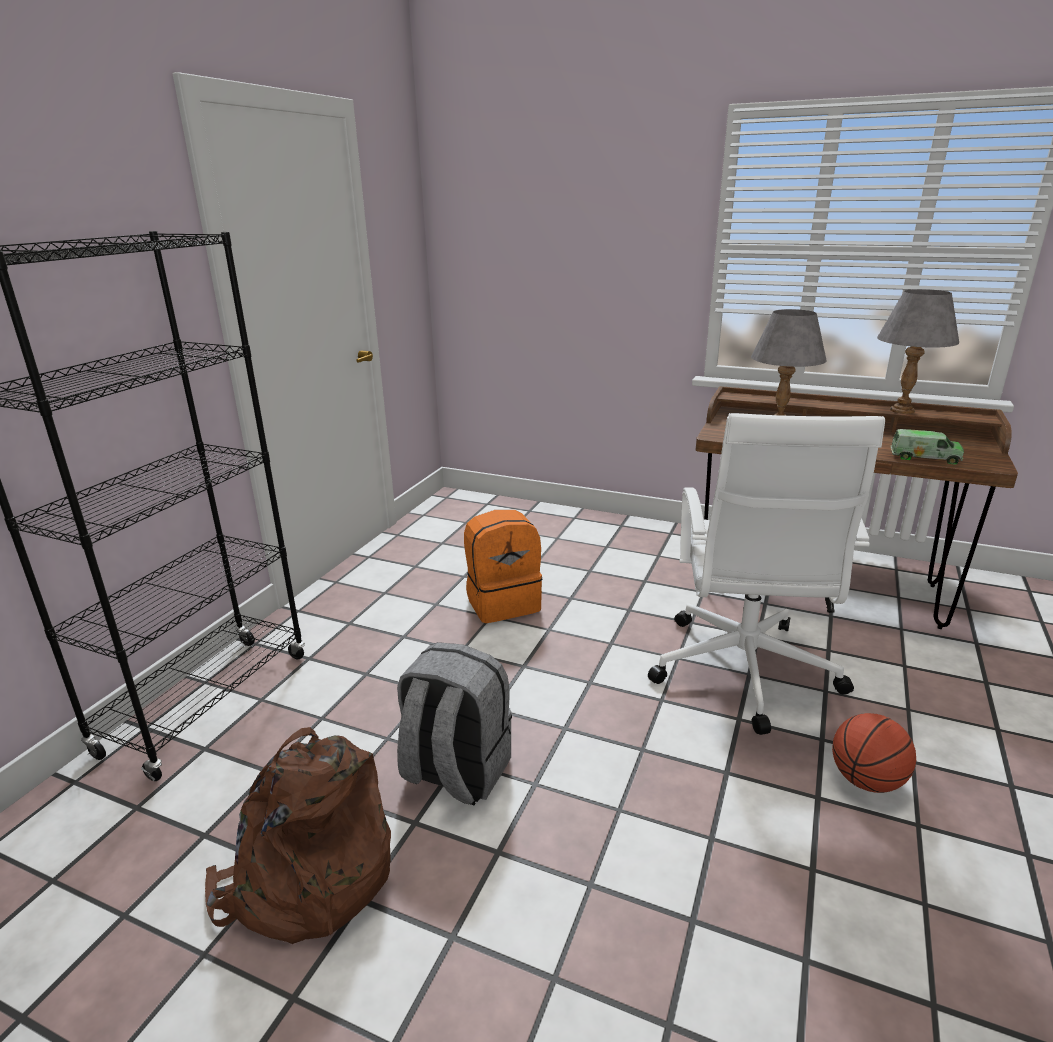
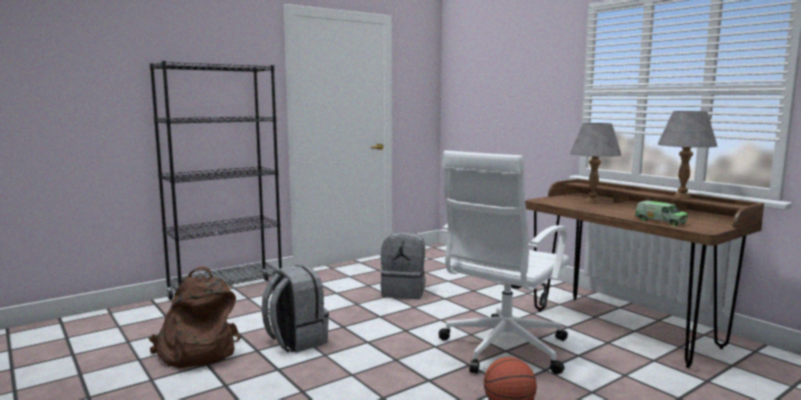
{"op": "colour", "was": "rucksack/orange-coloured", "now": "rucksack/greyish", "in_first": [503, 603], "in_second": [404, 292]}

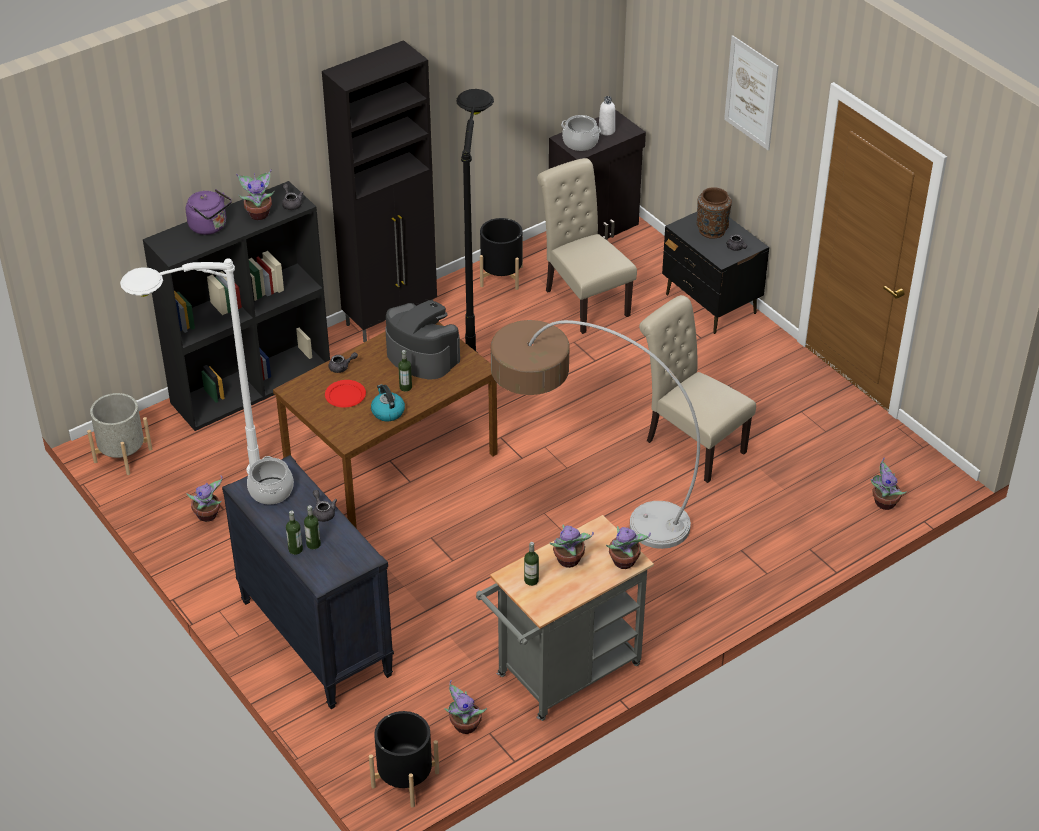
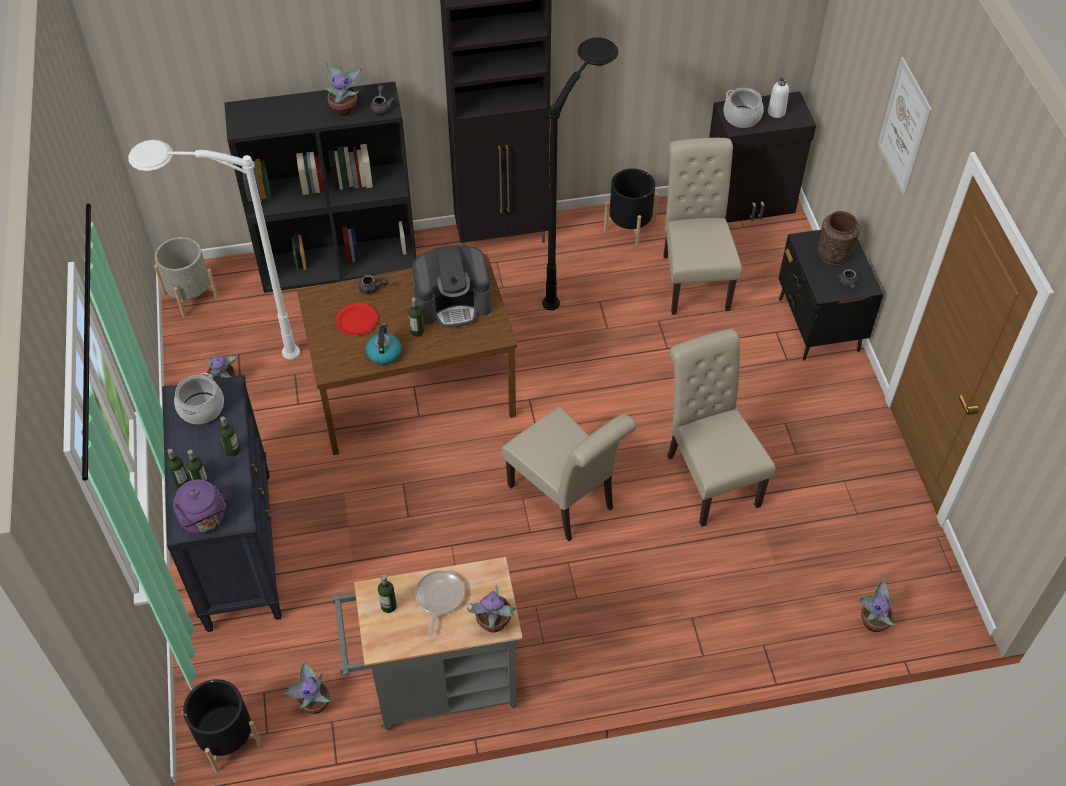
{"op": "relocated", "was": "water kettle/purplish", "in_first": [210, 227], "in_second": [205, 519]}
{"op": "spun", "was": "coffee maker", "in_first": [422, 356], "in_second": [453, 303], "clockwise": 105}
{"op": "exchanged", "was": "standing lamp", "now": "upright chair/beige", "in_first": [582, 502], "in_second": [566, 500]}
{"op": "exchanged", "was": "teapot/greyish", "now": "beverage bottle", "in_first": [323, 512], "in_second": [232, 451]}
{"op": "exchanged", "was": "houseplant", "now": "frying pan", "in_first": [569, 561], "in_second": [439, 598]}

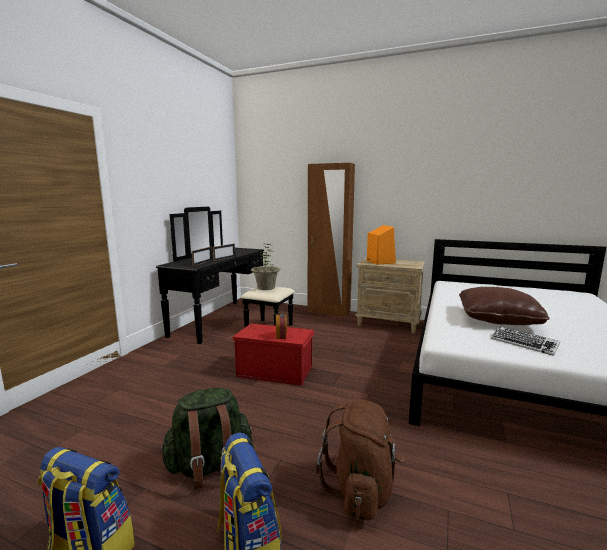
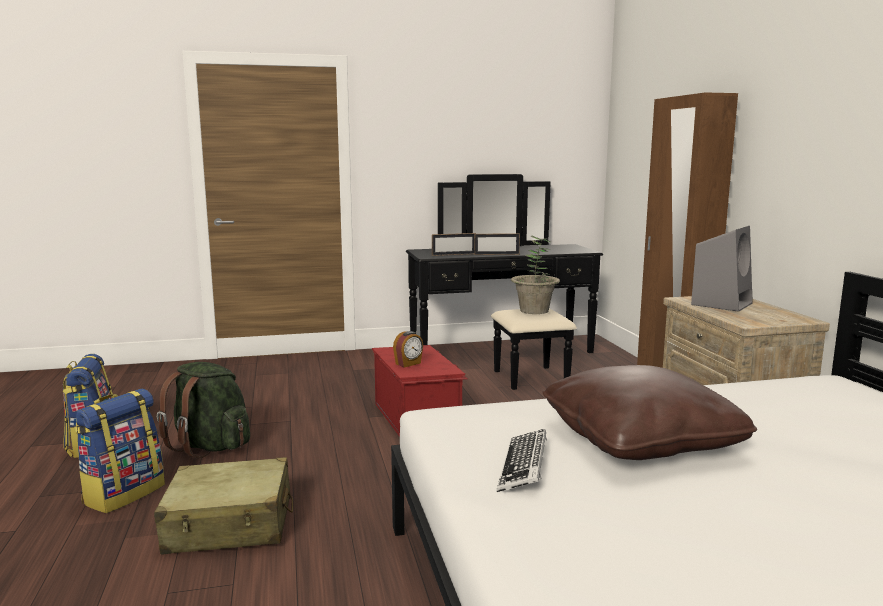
{"op": "colour", "was": "speaker/orange-coloured", "now": "speaker/greyish", "in_first": [380, 262], "in_second": [721, 303]}
{"op": "exchanged", "was": "rucksack/brown", "now": "piece of luggage/beige", "in_first": [361, 490], "in_second": [230, 525]}

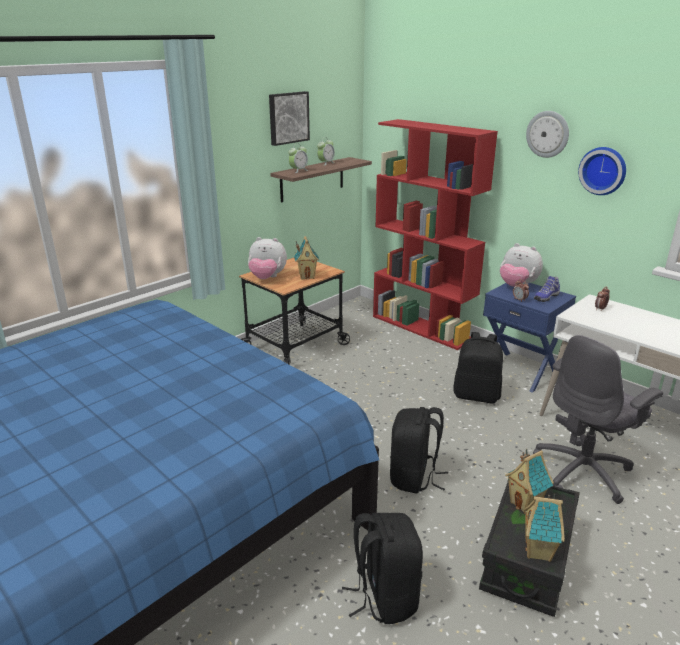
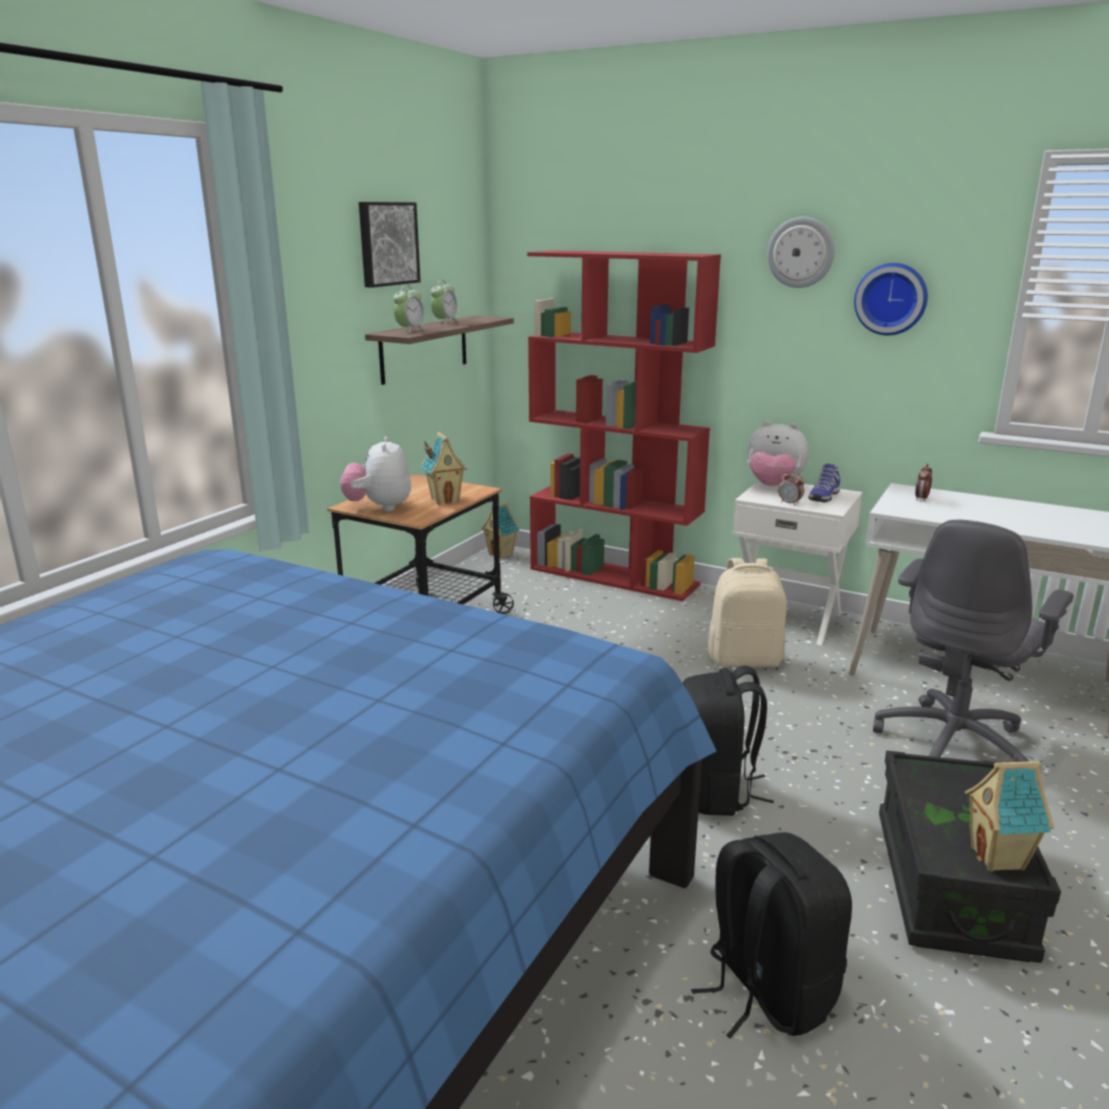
{"op": "spun", "was": "plush toy", "in_first": [267, 278], "in_second": [379, 507], "clockwise": 90}
{"op": "colour", "was": "night table/blue-coloured", "now": "night table/whitish", "in_first": [519, 371], "in_second": [787, 618]}
{"op": "colour", "was": "rucksack/black-coloured", "now": "rucksack/beige", "in_first": [476, 395], "in_second": [745, 659]}
{"op": "relocated", "was": "toy house", "in_first": [525, 504], "in_second": [501, 554]}

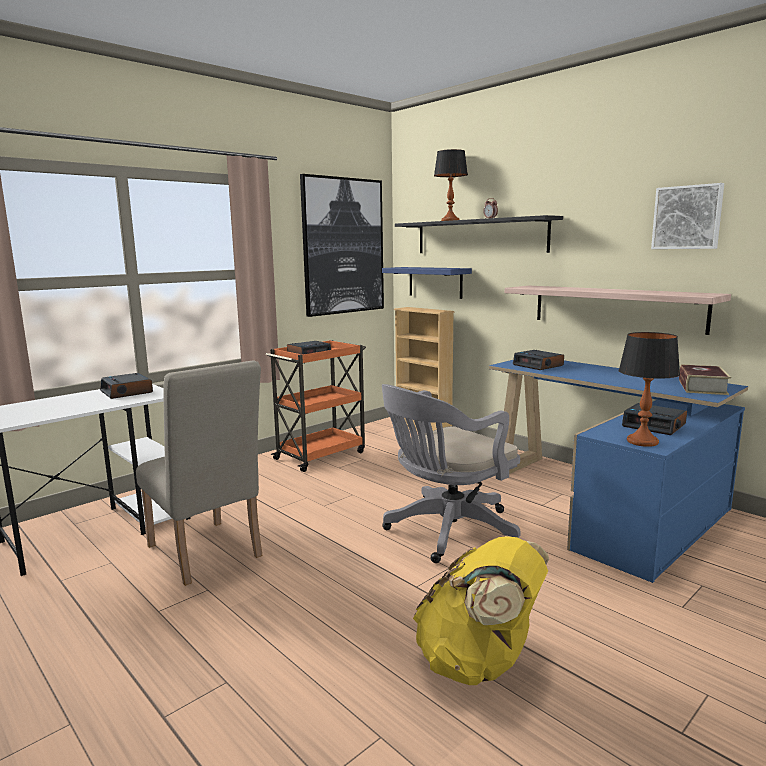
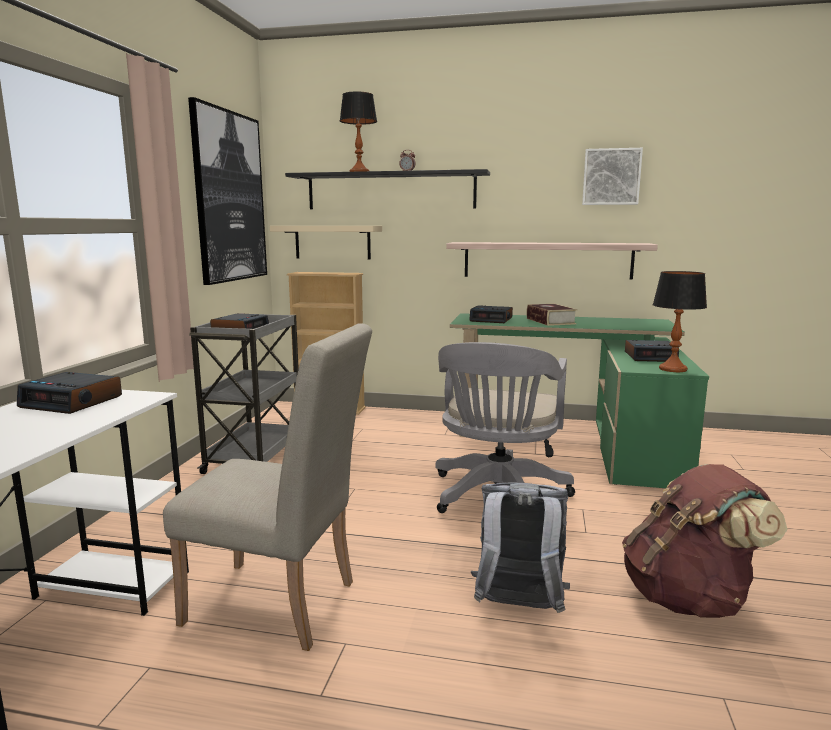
{"op": "colour", "was": "shelf/blue-coloured", "now": "shelf/beige", "in_first": [435, 282], "in_second": [332, 242]}
{"op": "colour", "was": "cart/orange-coloured", "now": "cart/greyish", "in_first": [321, 455], "in_second": [255, 457]}
{"op": "colour", "was": "desk/blue-coloured", "now": "desk/green", "in_first": [607, 504], "in_second": [578, 440]}
{"op": "relocated", "was": "volume", "in_first": [702, 387], "in_second": [550, 321]}
{"op": "colour", "was": "rucksack/yellow-coloured", "now": "rucksack/brown", "in_first": [479, 663], "in_second": [689, 598]}
{"op": "appeared", "now": "rucksack/greyish", "in_second": [518, 608]}

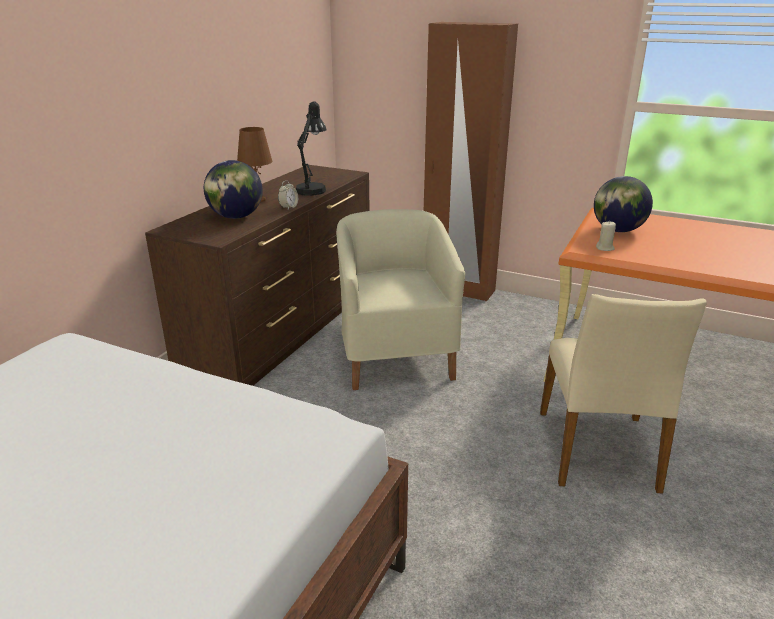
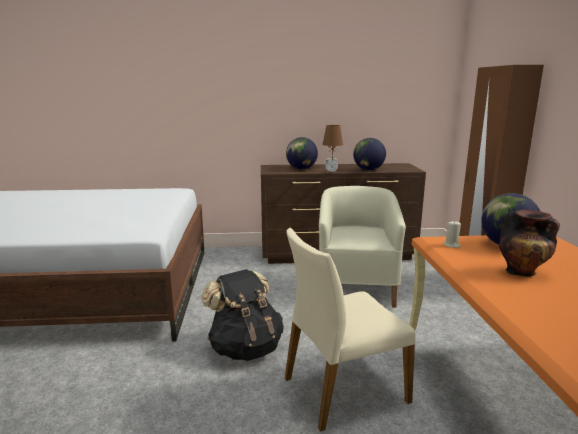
{"op": "exchanged", "was": "tabletop lamp/black-coloured", "now": "desk globe", "in_first": [312, 189], "in_second": [368, 170]}
{"op": "spun", "was": "armchair/beige", "in_first": [395, 357], "in_second": [356, 288], "clockwise": -45}
{"op": "appeared", "now": "vase", "in_second": [522, 272]}
{"op": "appeared", "now": "rucksack/black-coloured", "in_second": [245, 348]}

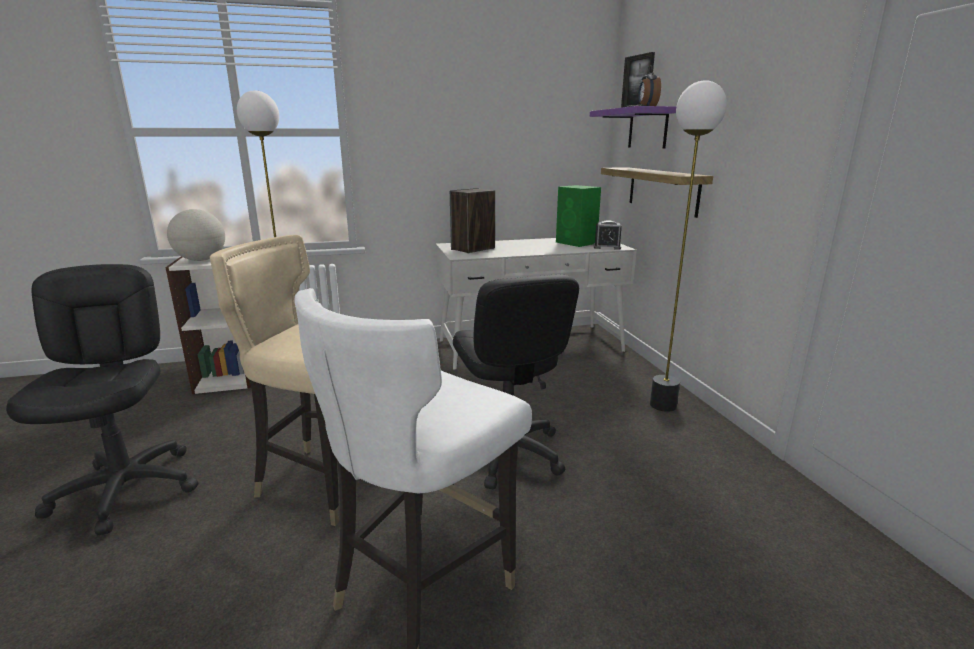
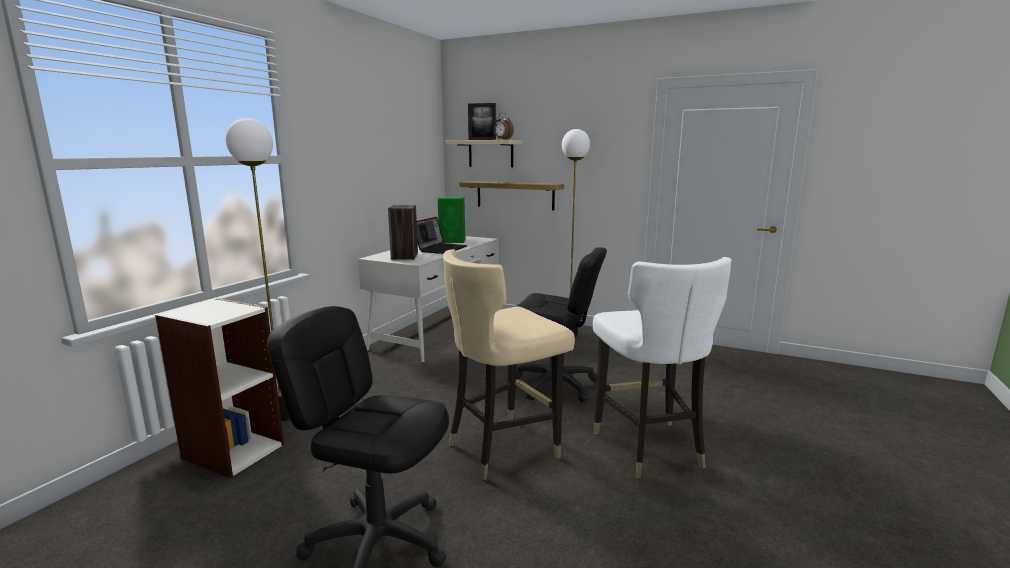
{"op": "colour", "was": "shelf/purplish", "now": "shelf/beige", "in_first": [648, 128], "in_second": [490, 153]}
{"op": "missing", "was": "desk globe", "in_first": [201, 260]}
{"op": "missing", "was": "alarm clock", "in_first": [607, 247]}
{"op": "appeared", "now": "laptop", "in_second": [441, 249]}

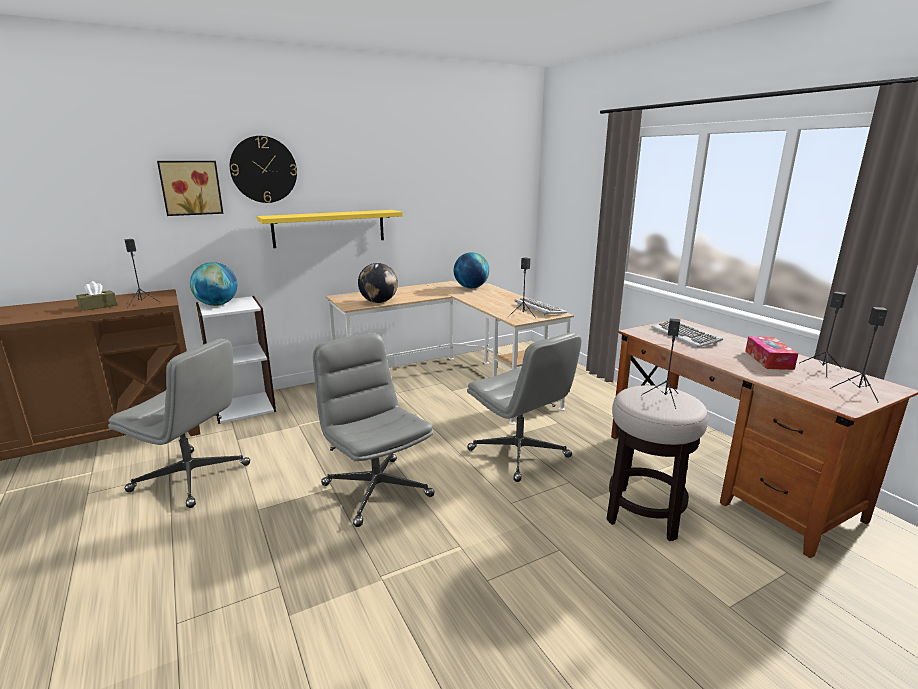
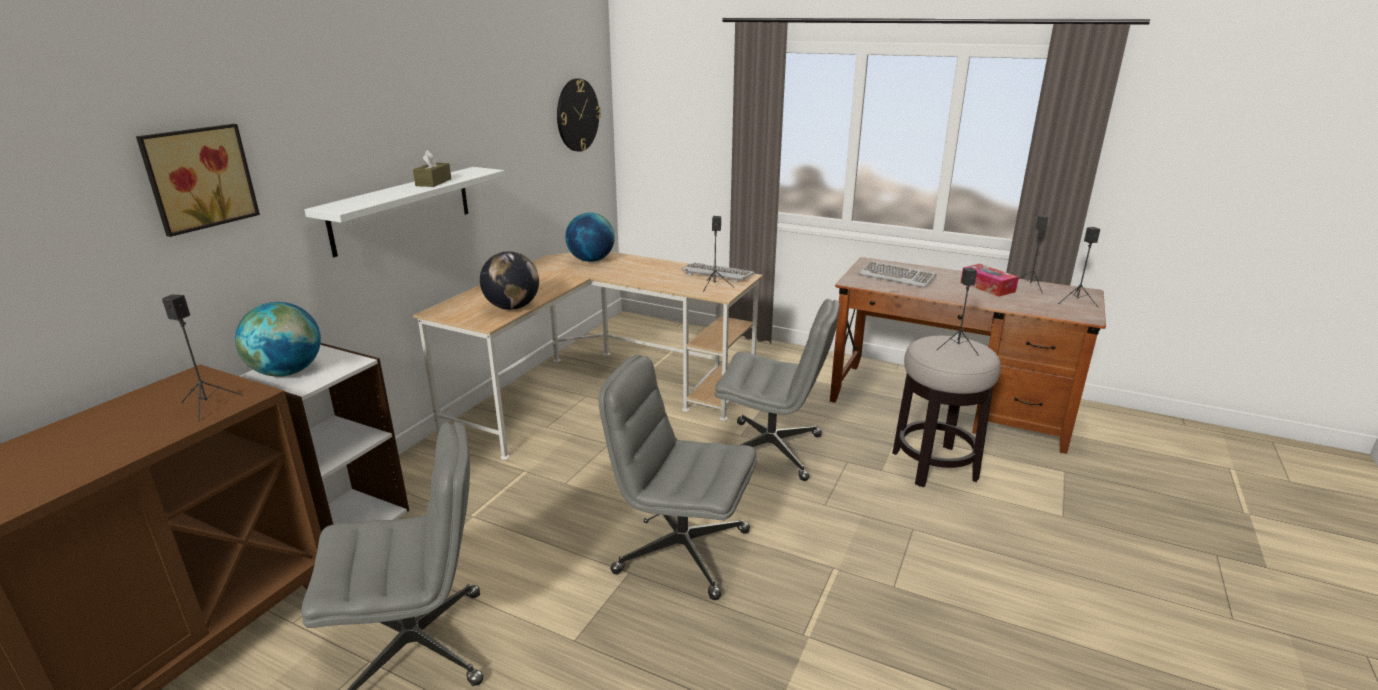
{"op": "relocated", "was": "wall clock", "in_first": [263, 169], "in_second": [577, 115]}
{"op": "colour", "was": "shelf/yellow-coloured", "now": "shelf/whitish", "in_first": [329, 228], "in_second": [402, 209]}
{"op": "relocated", "was": "box of tissues/brown", "in_first": [98, 306], "in_second": [433, 182]}

